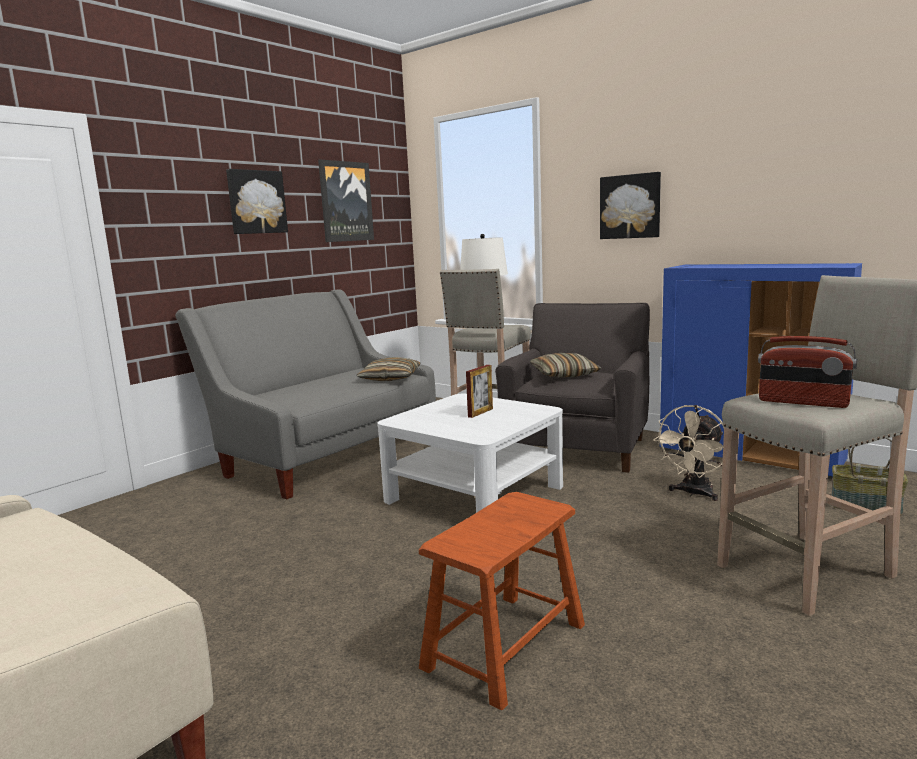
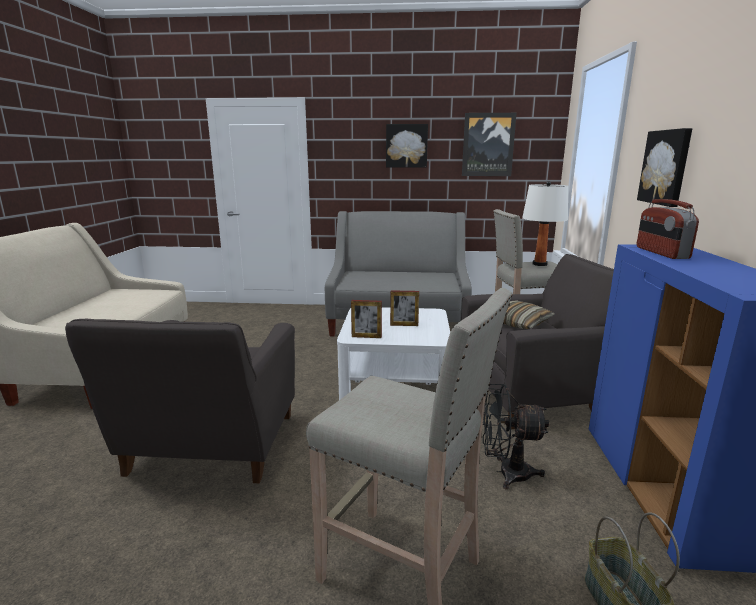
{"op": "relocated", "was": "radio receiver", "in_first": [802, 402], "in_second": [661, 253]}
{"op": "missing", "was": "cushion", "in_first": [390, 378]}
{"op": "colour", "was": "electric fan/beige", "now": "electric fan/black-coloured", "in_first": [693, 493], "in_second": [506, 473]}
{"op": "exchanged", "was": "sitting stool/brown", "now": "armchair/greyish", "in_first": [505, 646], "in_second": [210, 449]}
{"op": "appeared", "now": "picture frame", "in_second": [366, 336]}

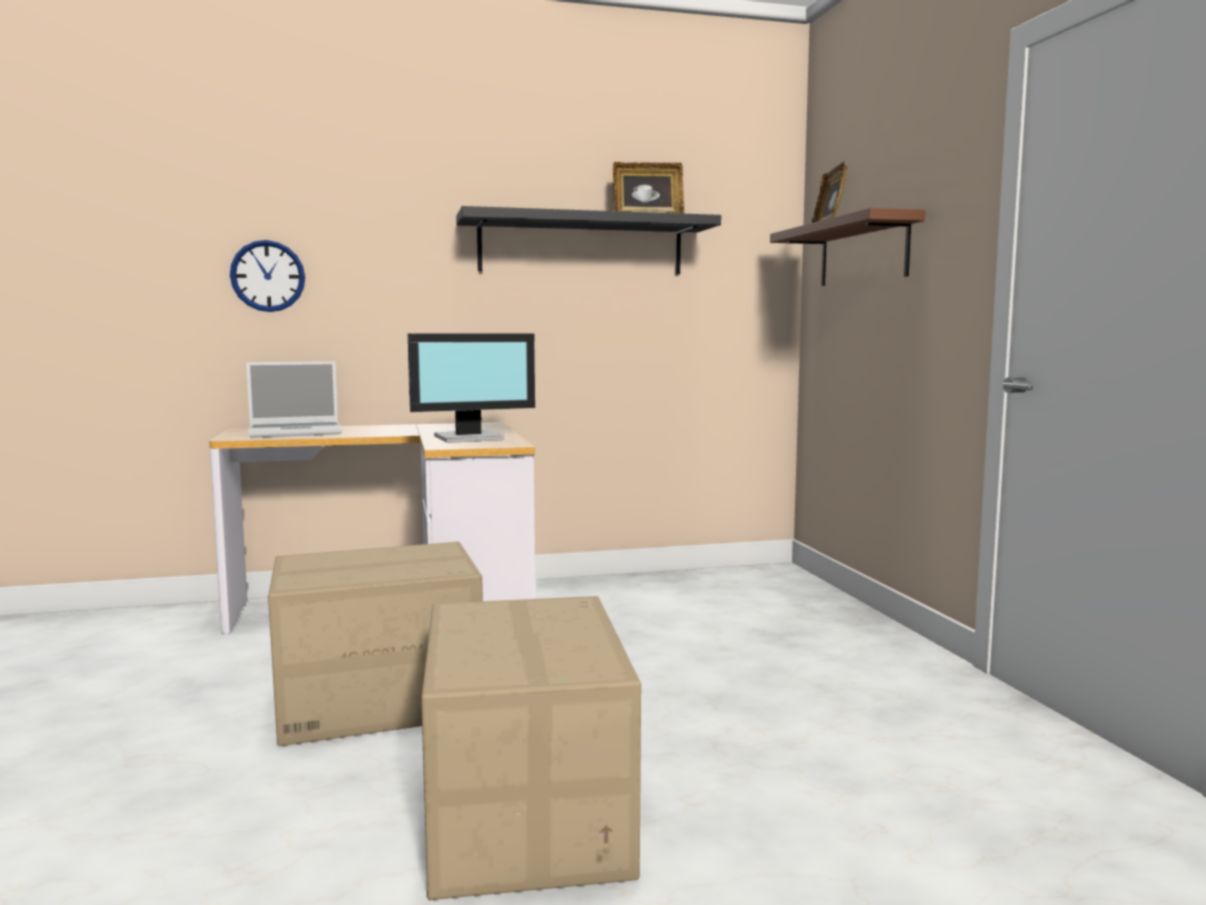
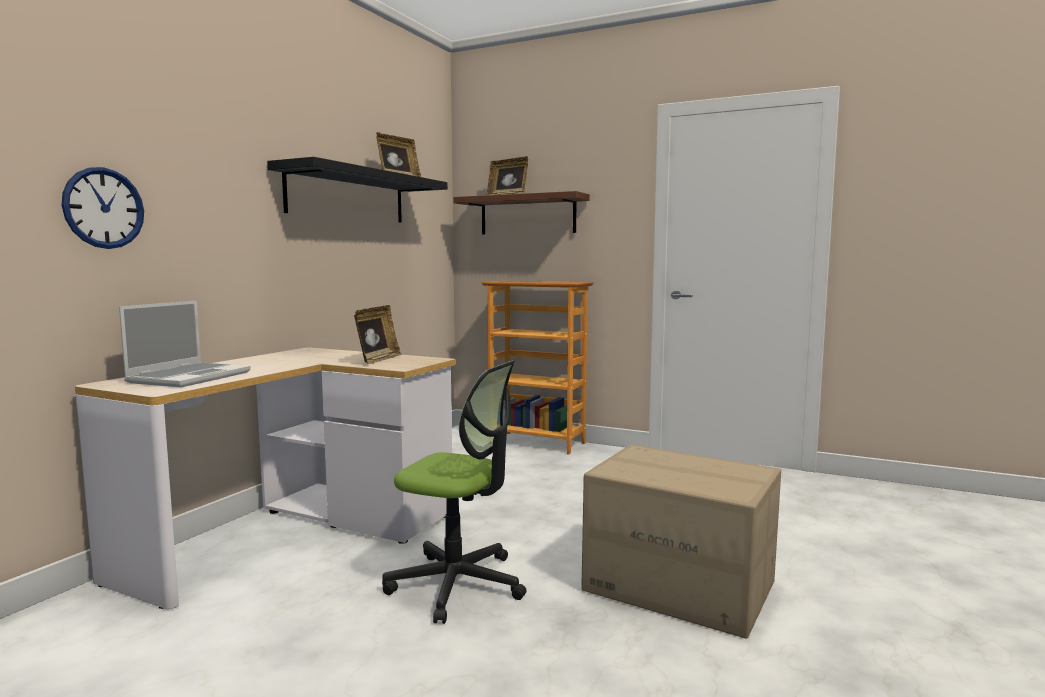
{"op": "exchanged", "was": "computer display", "now": "picture frame", "in_first": [470, 438], "in_second": [378, 360]}
{"op": "exchanged", "was": "packing box", "now": "desk chair", "in_first": [379, 703], "in_second": [457, 584]}
{"op": "appeared", "now": "bookcase", "in_second": [537, 443]}

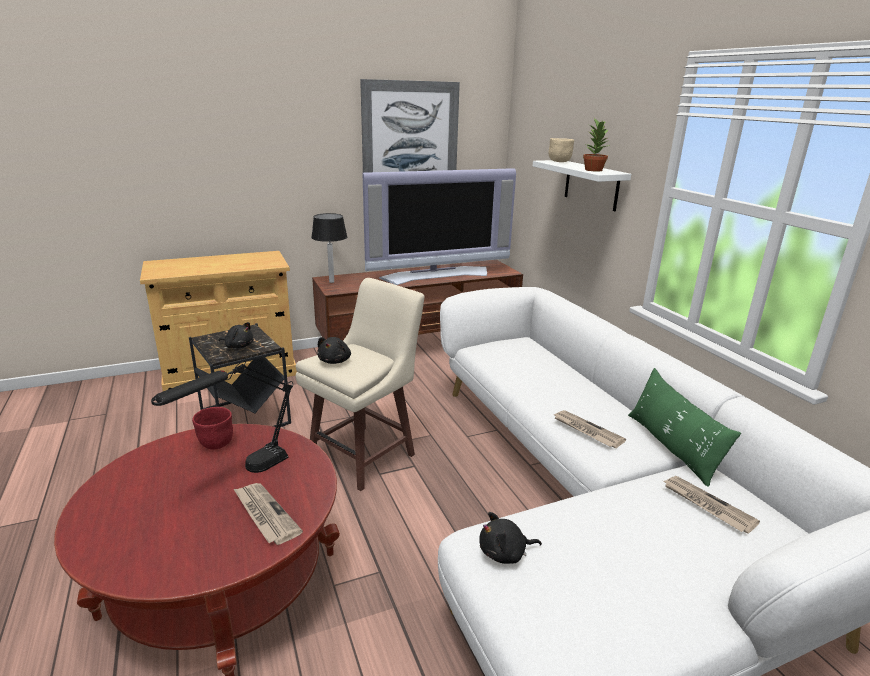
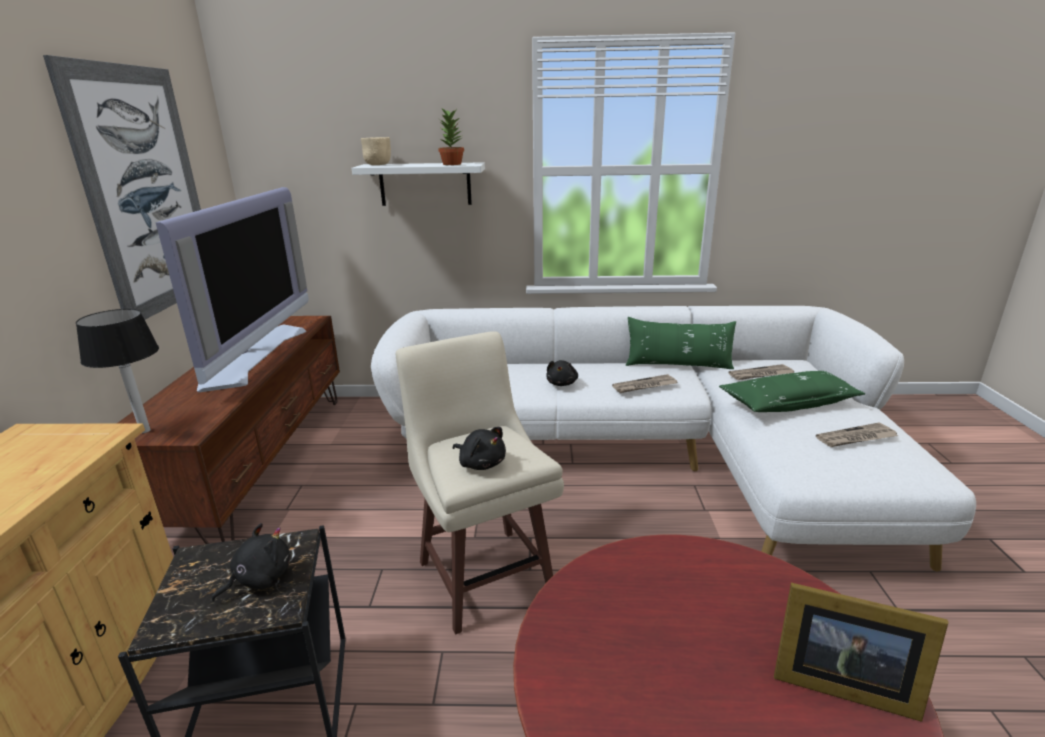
{"op": "missing", "was": "tabletop lamp/black-coloured", "in_first": [241, 474]}
{"op": "missing", "was": "bowl/reddish", "in_first": [215, 444]}
{"op": "relocated", "was": "printed paper", "in_first": [265, 514], "in_second": [856, 438]}
{"op": "relocated", "was": "plush toy/black-coloured", "in_first": [505, 553], "in_second": [562, 383]}
{"op": "appeared", "now": "cushion/green", "in_second": [788, 403]}
{"op": "appeared", "now": "picture frame", "in_second": [838, 681]}

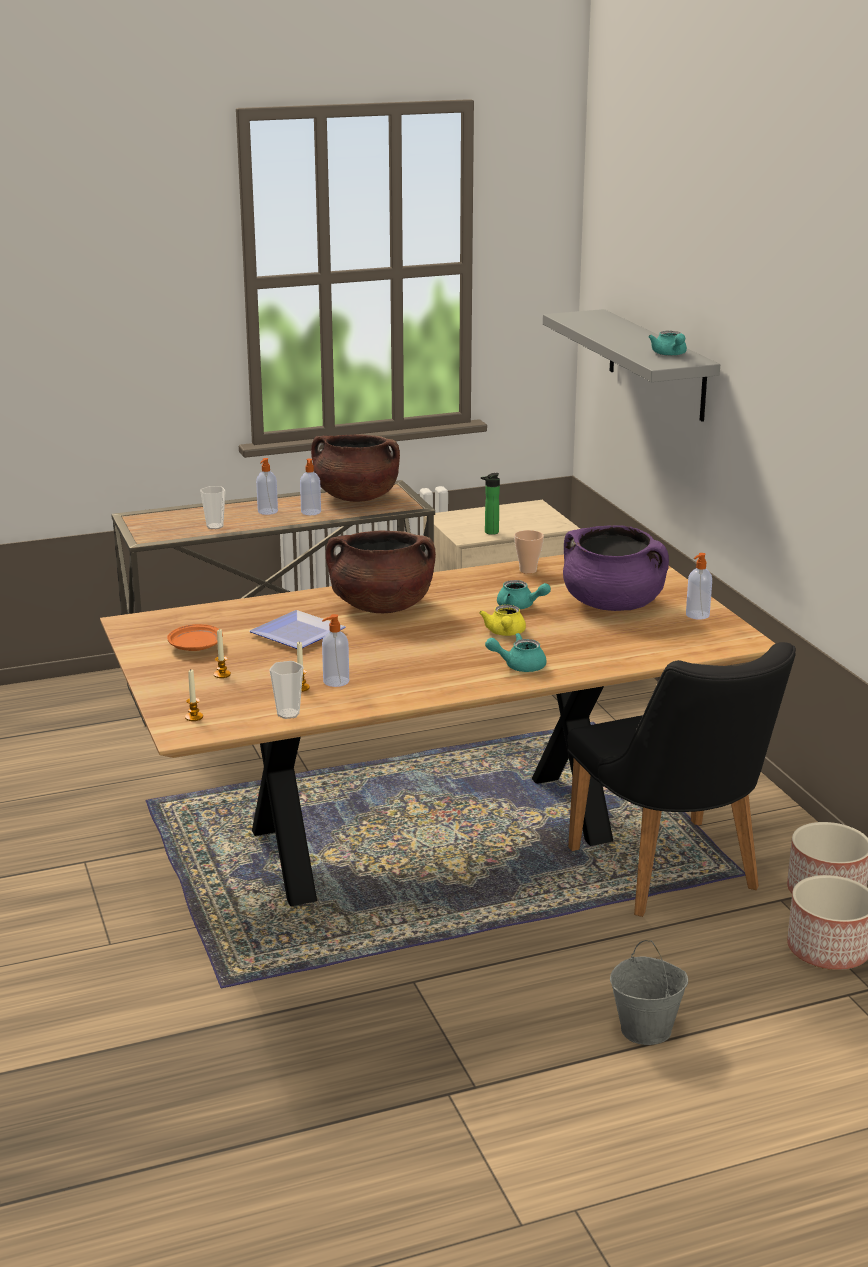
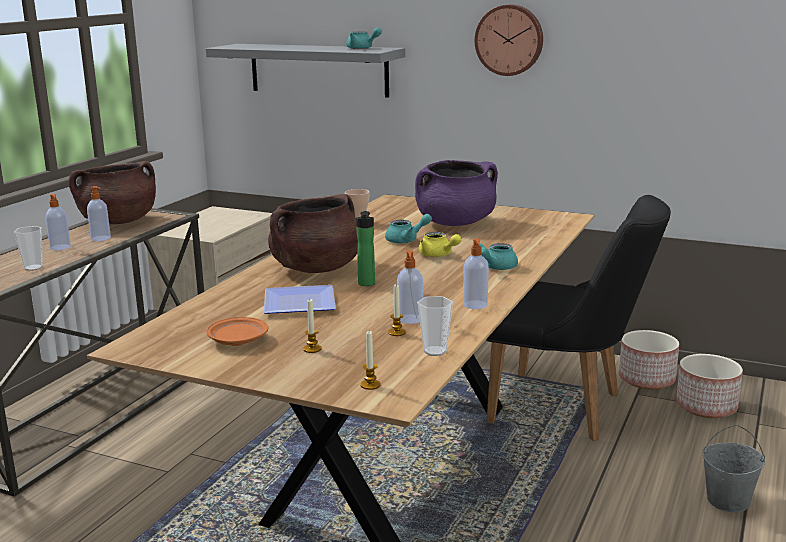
{"op": "relocated", "was": "beverage bottle", "in_first": [490, 533], "in_second": [366, 284]}
{"op": "relocated", "was": "soap dispenser", "in_first": [697, 615], "in_second": [475, 305]}
{"op": "appeared", "now": "wall clock", "in_second": [509, 40]}

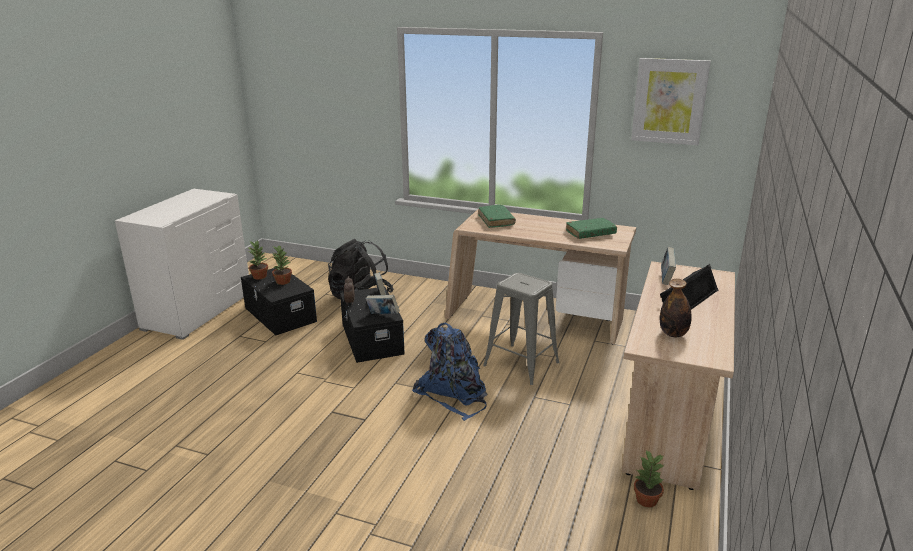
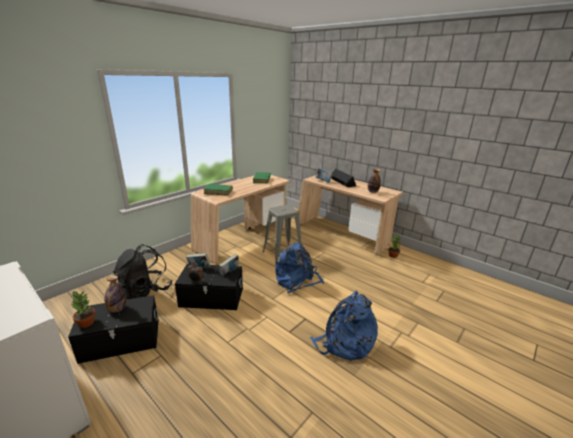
{"op": "missing", "was": "wall art", "in_first": [669, 101]}
{"op": "exchanged", "was": "houseplant", "now": "beverage bottle", "in_first": [283, 281], "in_second": [117, 309]}
{"op": "appeared", "now": "rucksack/blue-coloured", "in_second": [345, 342]}

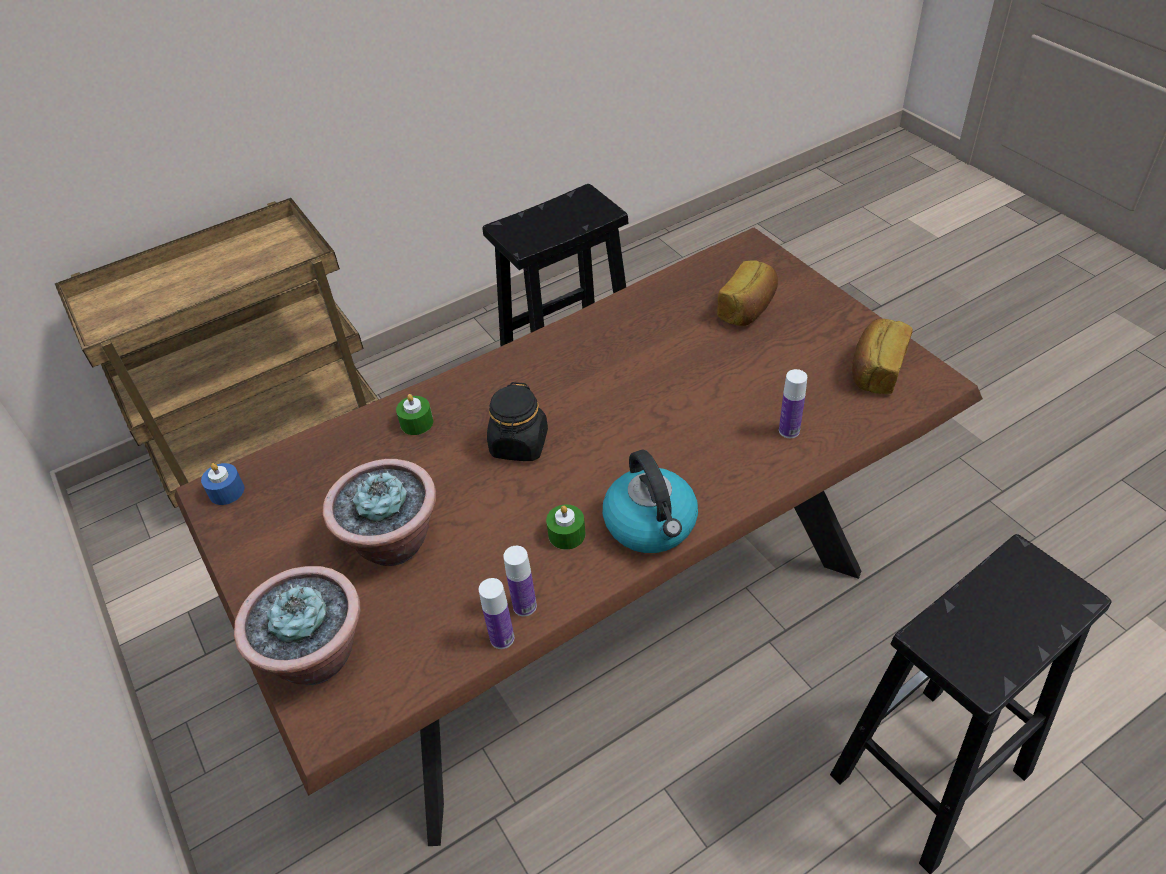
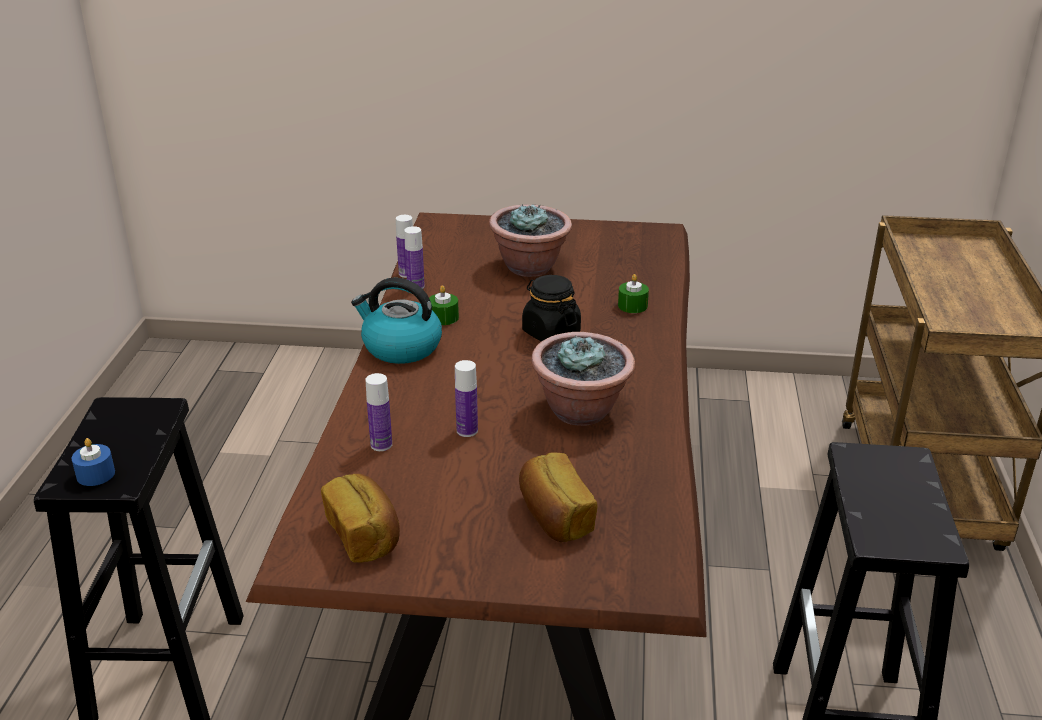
{"op": "relocated", "was": "wax candle/blue-coloured", "in_first": [226, 491], "in_second": [95, 474]}
{"op": "relocated", "was": "houseplant", "in_first": [316, 655], "in_second": [581, 411]}
{"op": "appeared", "now": "beverage bottle", "in_second": [467, 431]}

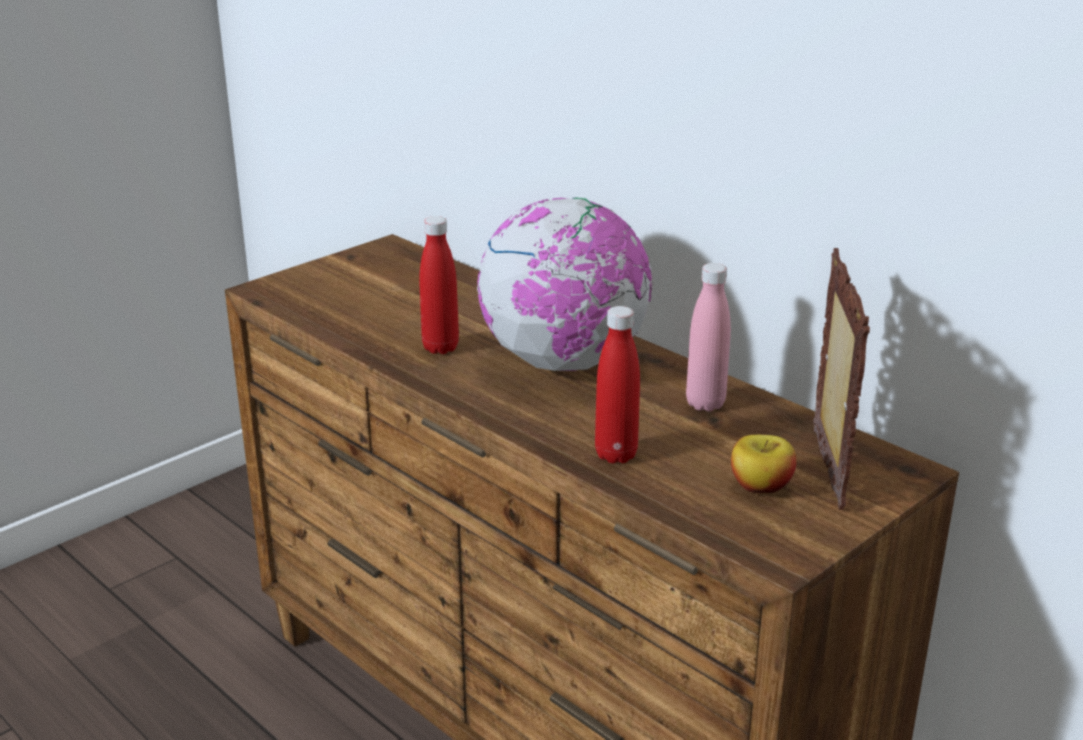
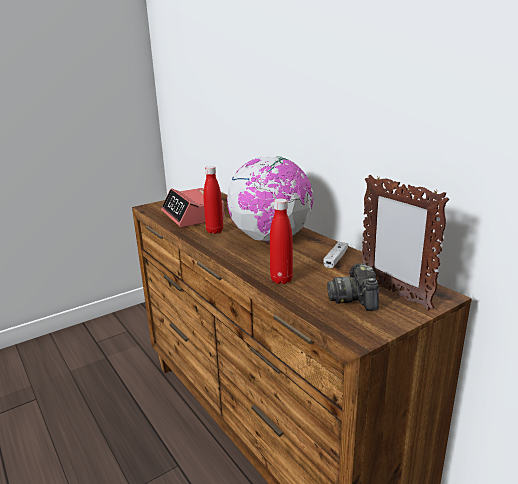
{"op": "spun", "was": "picture frame", "in_first": [826, 469], "in_second": [394, 292], "clockwise": 135}
{"op": "exchanged", "was": "beverage bottle/pinkish", "now": "gamepad/whitish", "in_first": [705, 404], "in_second": [335, 259]}
{"op": "exchanged", "was": "whole apple", "now": "photo camera", "in_first": [760, 486], "in_second": [355, 299]}
{"op": "appeared", "now": "alarm clock", "in_second": [193, 215]}

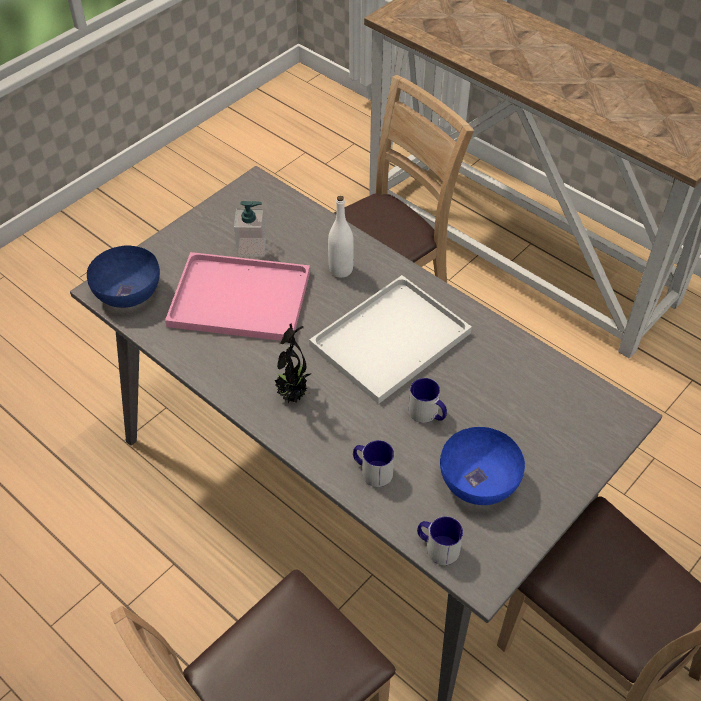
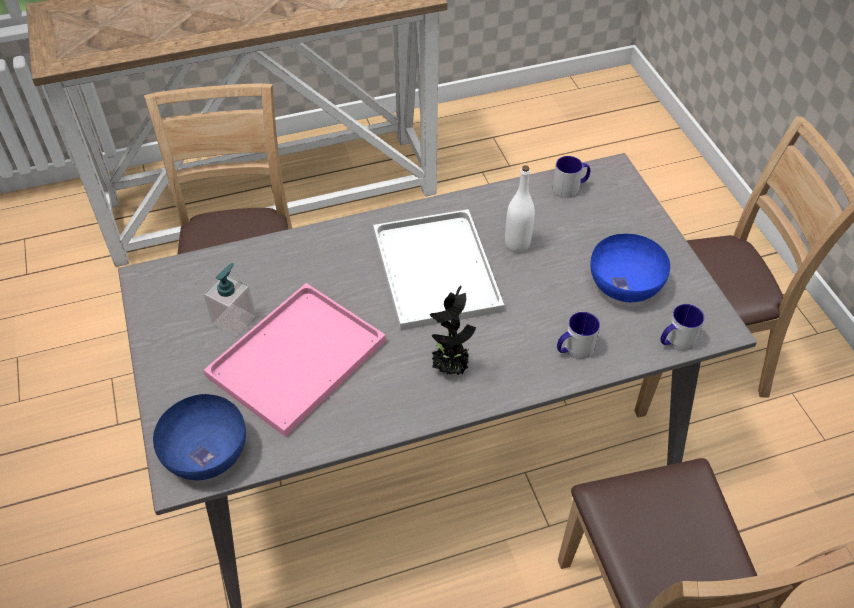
{"op": "relocated", "was": "beverage bottle/whitish", "in_first": [341, 270], "in_second": [517, 244]}
{"op": "relocated", "was": "mug", "in_first": [427, 414], "in_second": [570, 187]}

